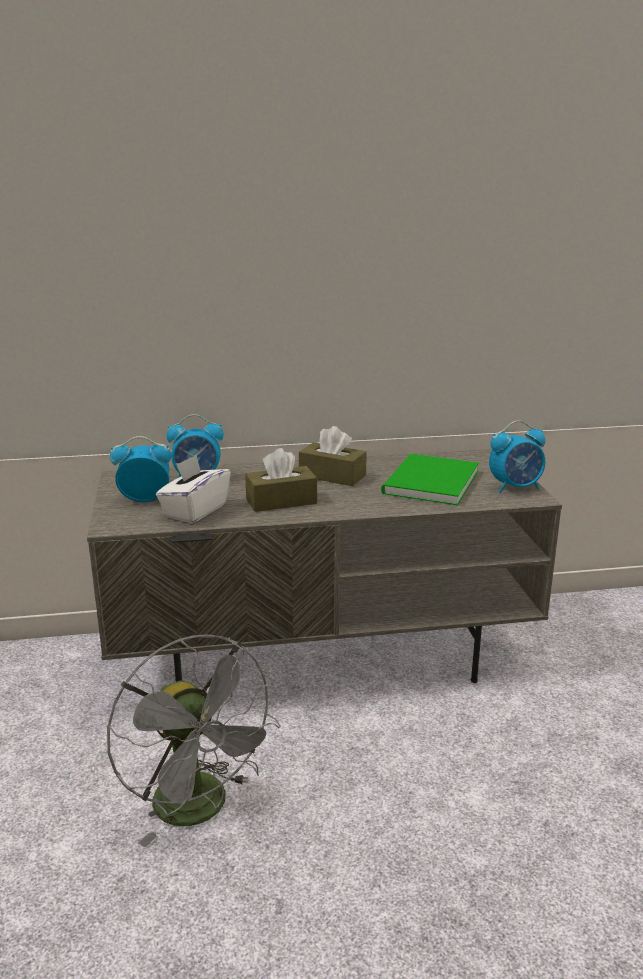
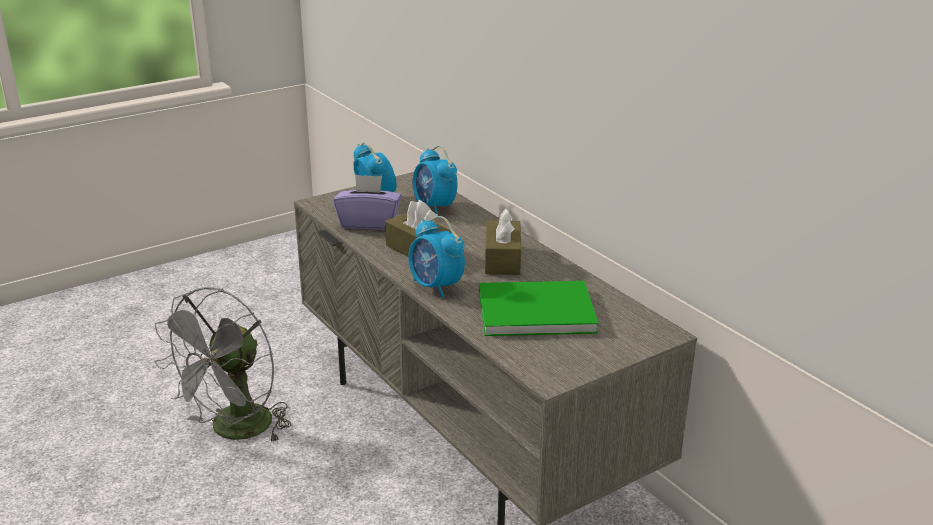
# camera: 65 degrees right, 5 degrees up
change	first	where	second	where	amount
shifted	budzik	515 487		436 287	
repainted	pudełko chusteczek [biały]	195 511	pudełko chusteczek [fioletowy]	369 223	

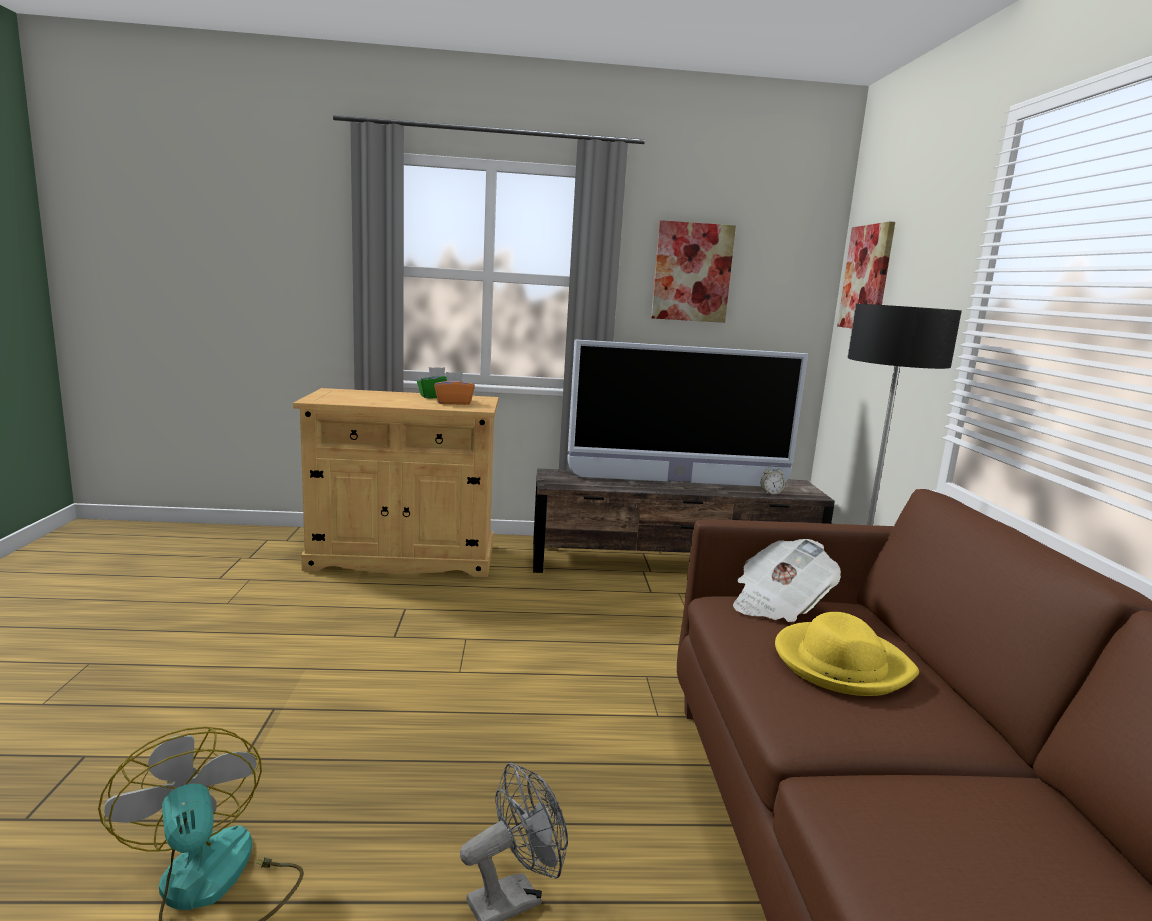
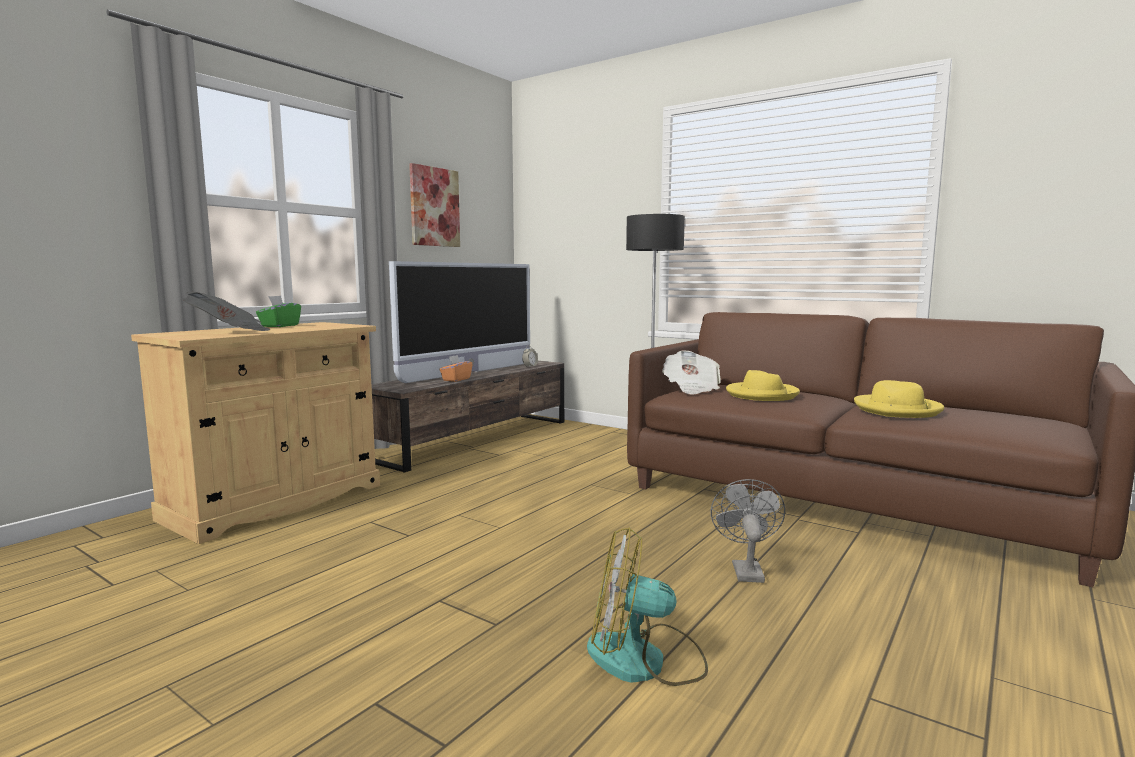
# camera: 50 degrees left, 5 degrees down
change	first	where	second	where	amount
gone	obraz	866 278			
shifted	pudełko chusteczek [pomarańczowy]	453 402		456 379	
new			gazeta	230 333	
new			kapelusz [żółty]	897 410	

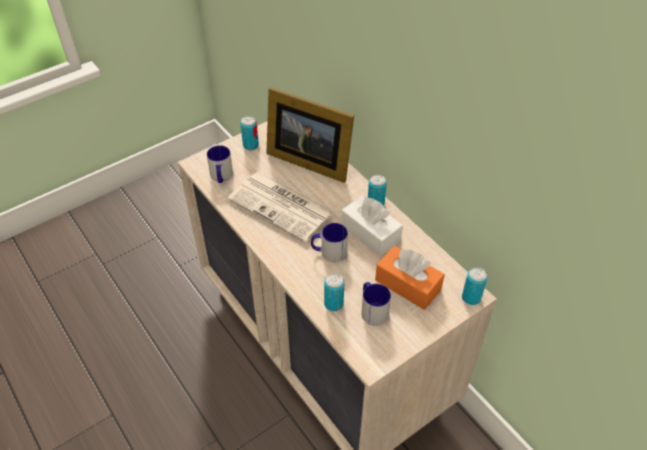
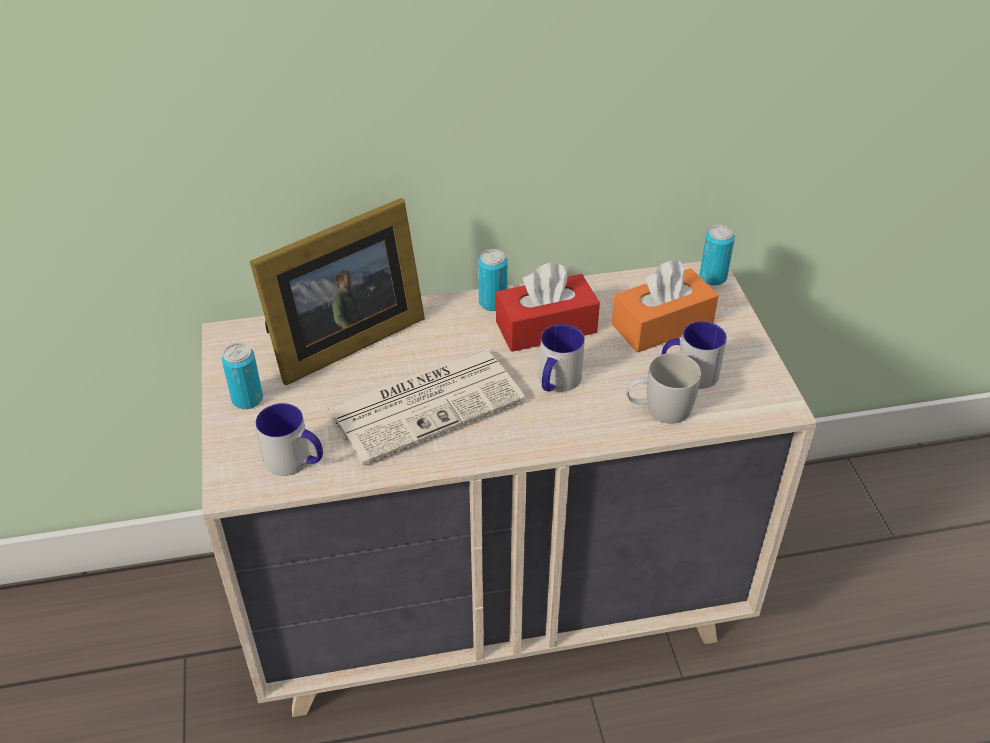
# camera: 65 degrees left, 5 degrees down
change	first	where	second	where	amount
repainted	pudełko chusteczek [biały]	370 233	pudełko chusteczek [czerwony]	546 327	
swapped	puszka	333 304	kubek [biały]	659 409	

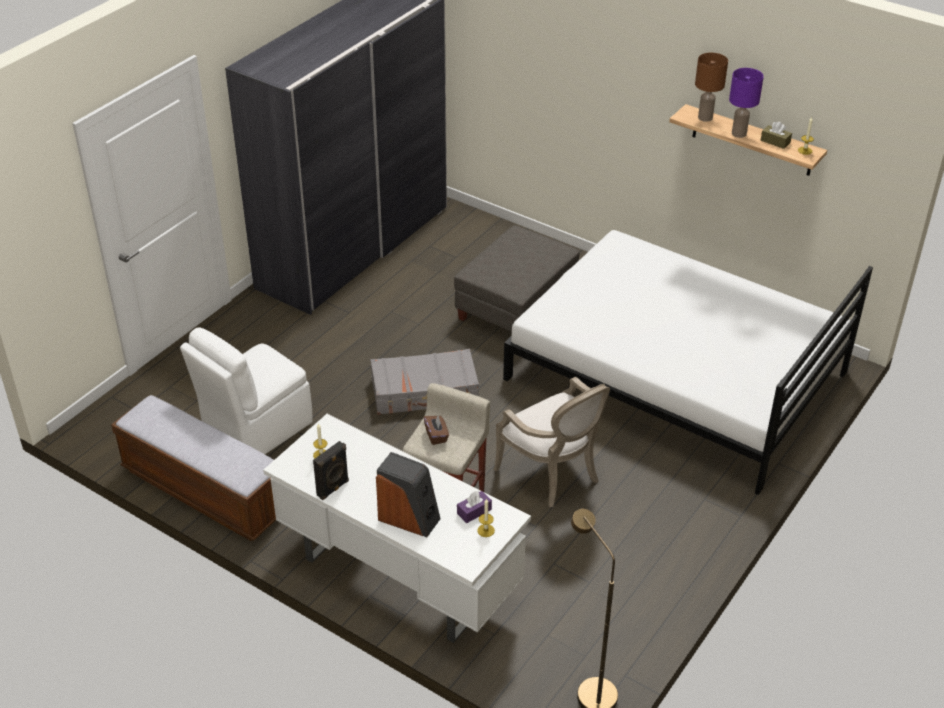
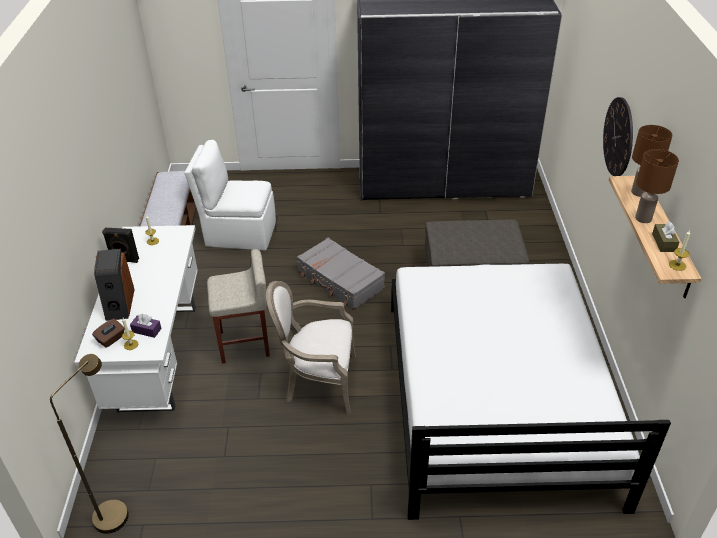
# camera: 55 degrees right, 0 degrees up
change	first	where	second	where	amount
repainted	lampa stołowa [fioletowy]	738 133	lampa stołowa [brązowy]	643 218	
rotated	fotel	553 475		318 382	75 degrees clockwise
shifted	pudełko chusteczek [brązowy]	436 436		111 339	
new			zegar ścienny	618 137	

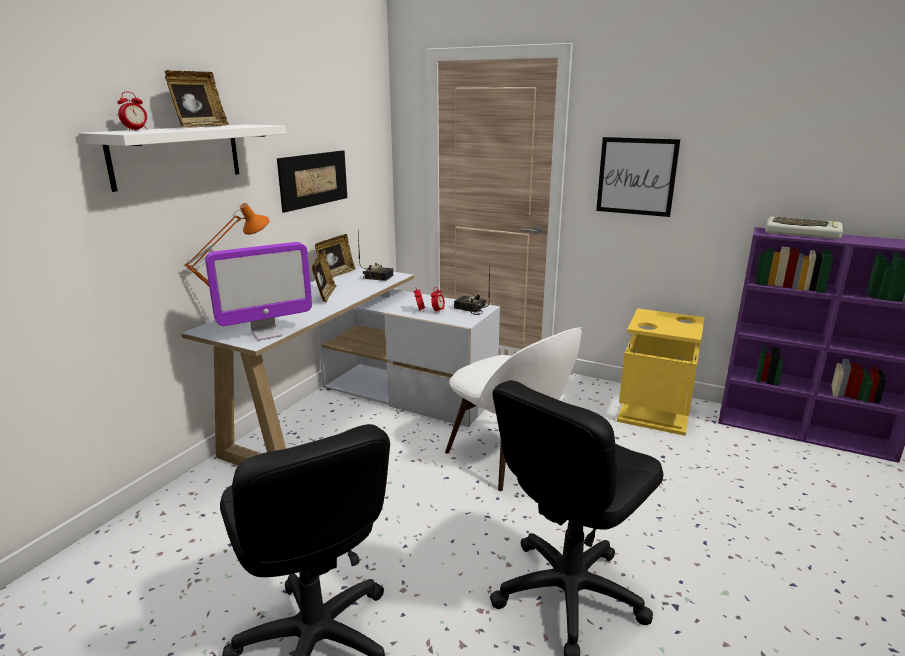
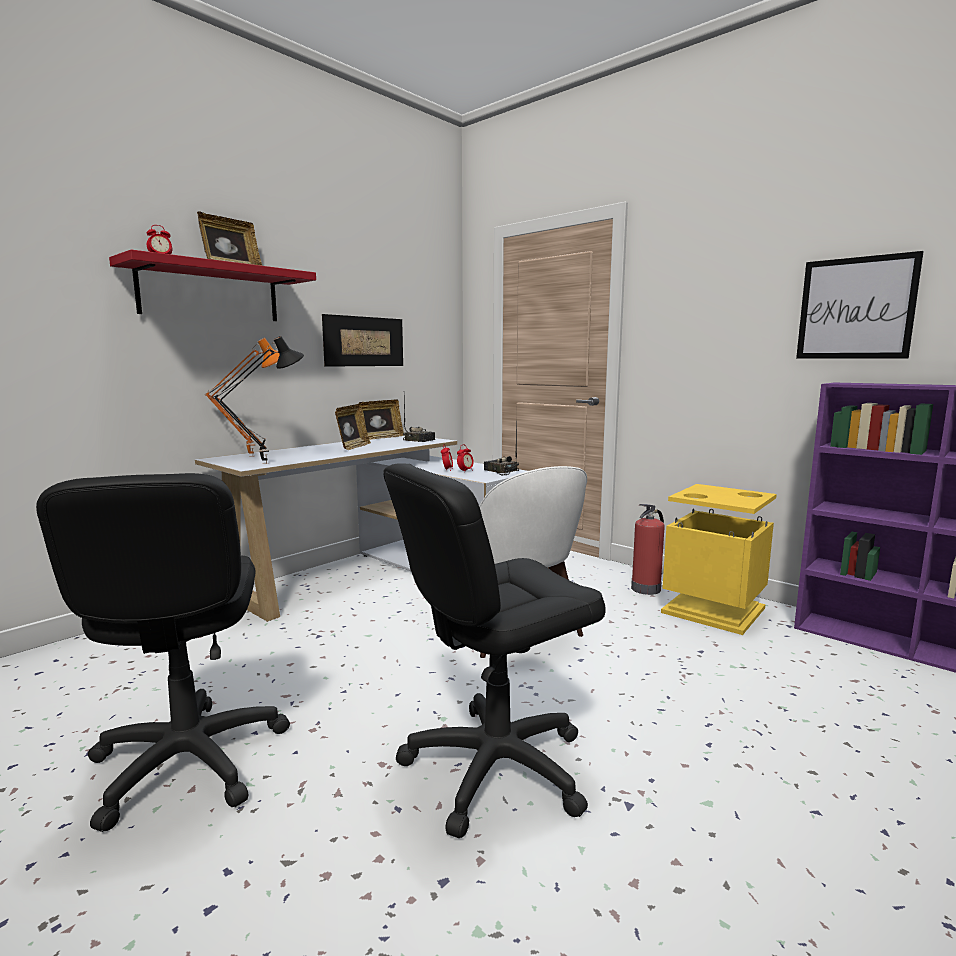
# camera: 15 degrees right, 10 degrees down
change	first	where	second	where	amount
repainted	półka [biały]	177 155	półka [czerwony]	210 293	
shifted	obraz	636 176		855 308	
gone	klawiatura	802 233			
swapped	monitor	266 334	lampa stołowa [czarny]	265 463	
new			gaśnica	646 588	

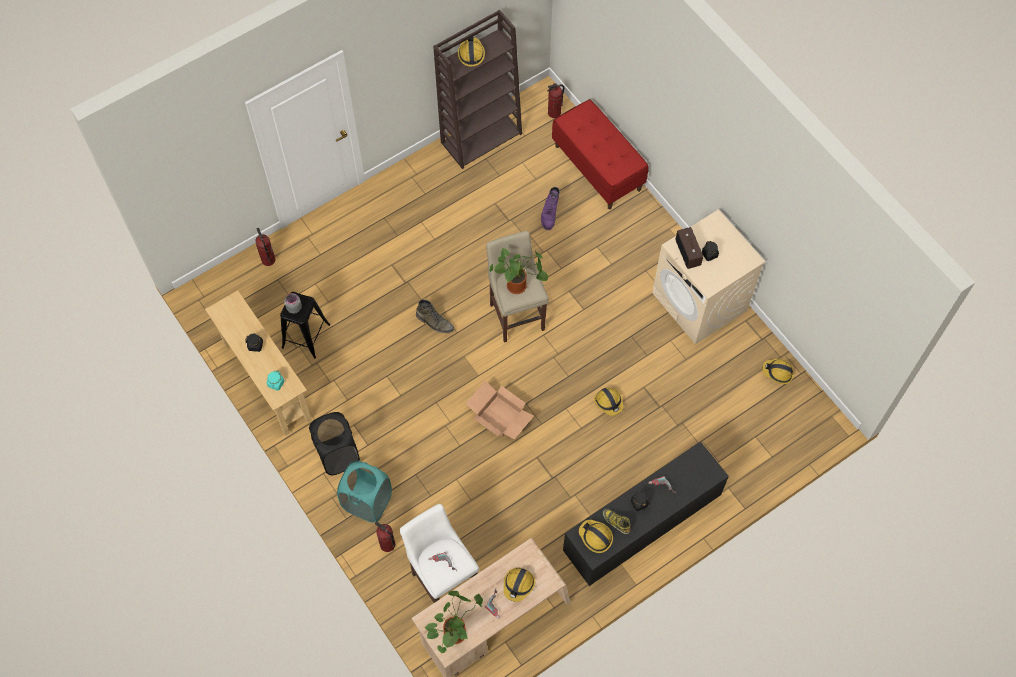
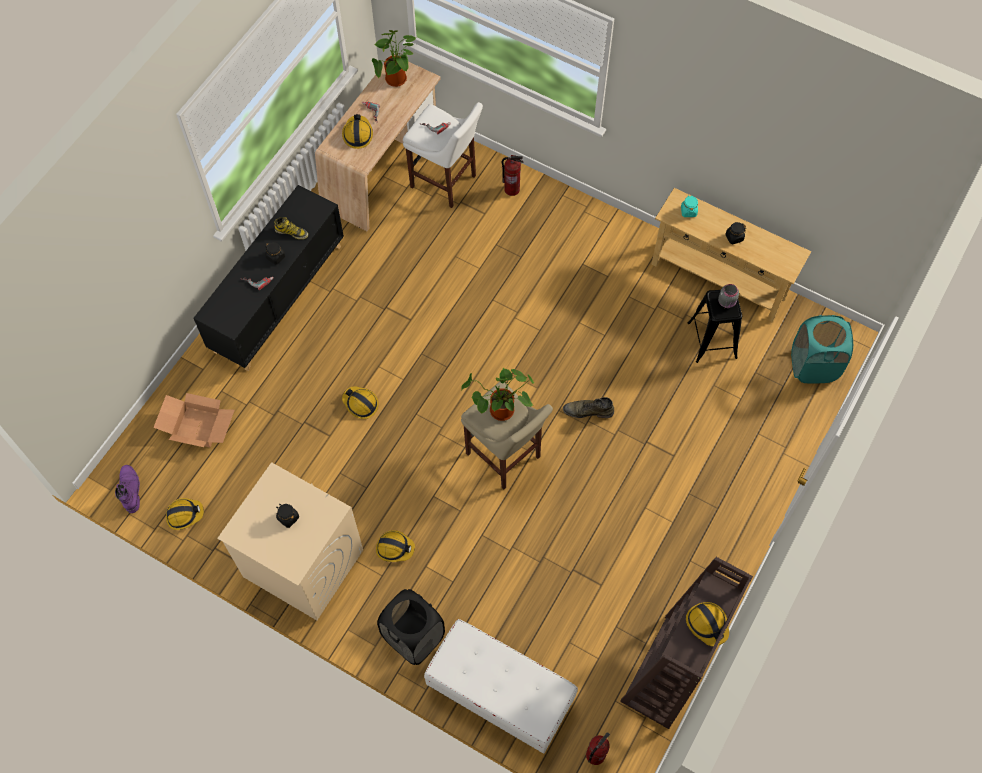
# camera: 155 degrees right, 0 degrees up
change	first	where	second	where	amount
repainted	ławka [czerwony]	598 168	ławka [biały]	500 694	
shifted	but z cholewką [fioletowy]	549 213		130 489	
gone	radio	688 252			
gone	gaśnica	268 260			
shifted	karton	500 416		197 427	
shifted	kosz na pranie [czarny]	338 455		413 637	
shifted	kosz na pranie [turkusowy]	367 502		813 366	
shifted	kask	595 537		394 548	

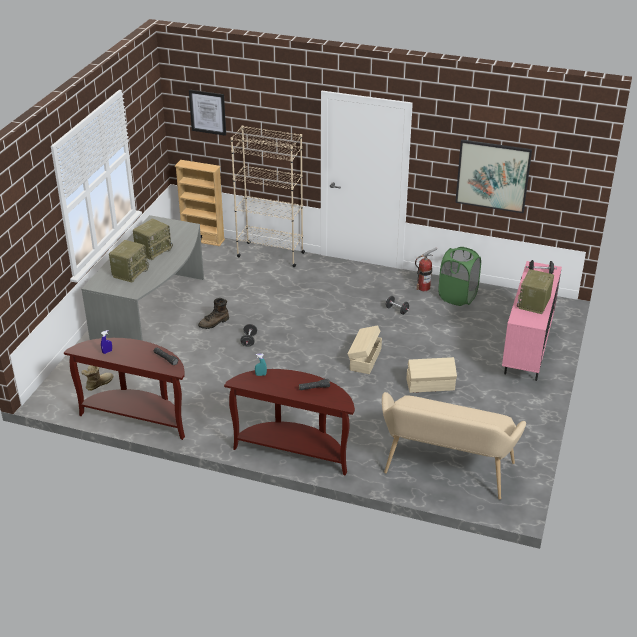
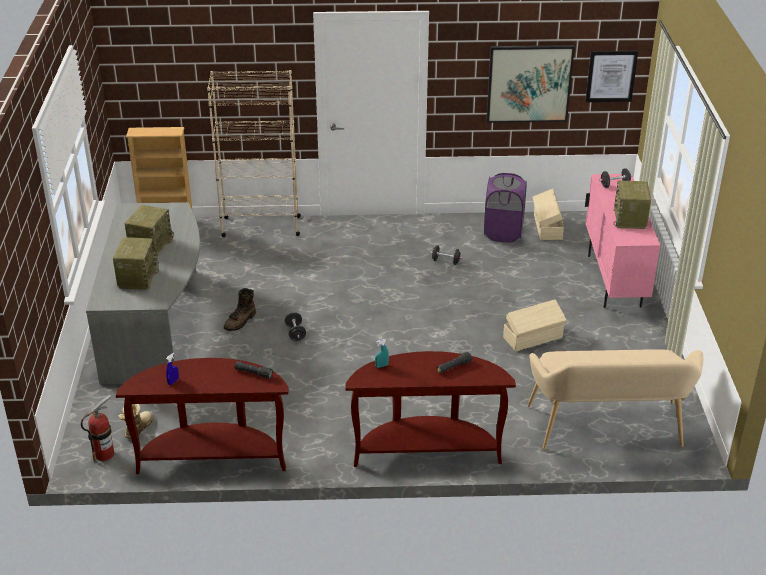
# camera: 20 degrees left, 0 degrees up
change	first	where	second	where	amount
shifted	obraz	208 112		611 76	
repainted	kosz na pranie [zielony]	457 297	kosz na pranie [fioletowy]	503 233	
shifted	gaśnica	423 287		104 454	
shifted	pojemnik do przechowywania [beżowy]	364 359		547 227	

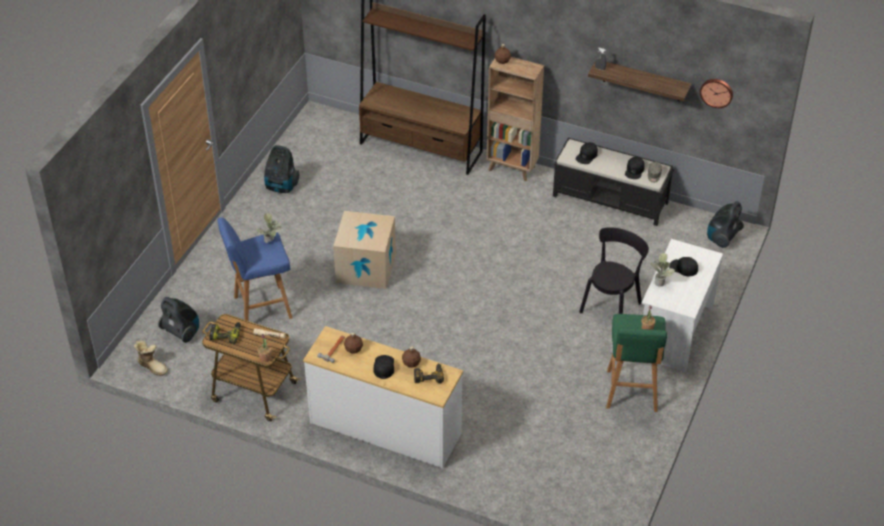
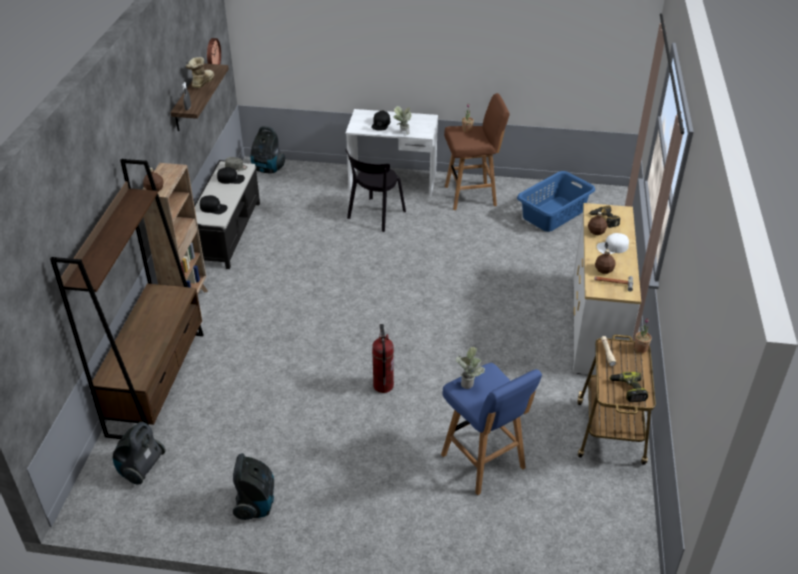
# camera: 105 degrees left, 5 degrees down
change	first	where	second	where	amount
swapped	karton	366 268	gaśnica	383 386	
rotated	krzesło [czarny]	612 305		375 216	75 degrees counterclockwise
shifted	odkurzacz	181 332		140 469	
repainted	stołek [zielony]	631 392	stołek [brązowy]	472 196	
shifted	but z cholewką	152 366		201 83	
repainted	czapka z daszkiem [czarny]	384 367	czapka z daszkiem [biały]	612 247	
new			kosz na pranie [niebieski]	552 214	

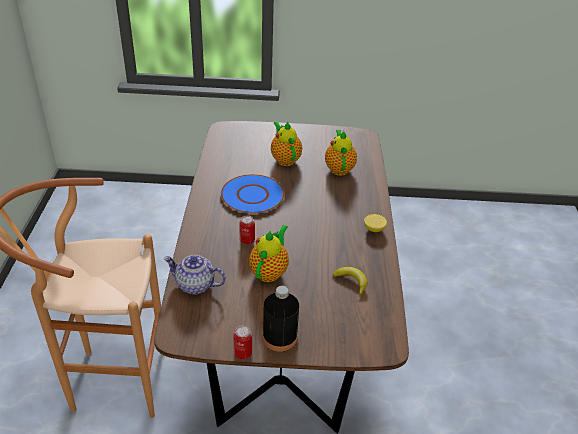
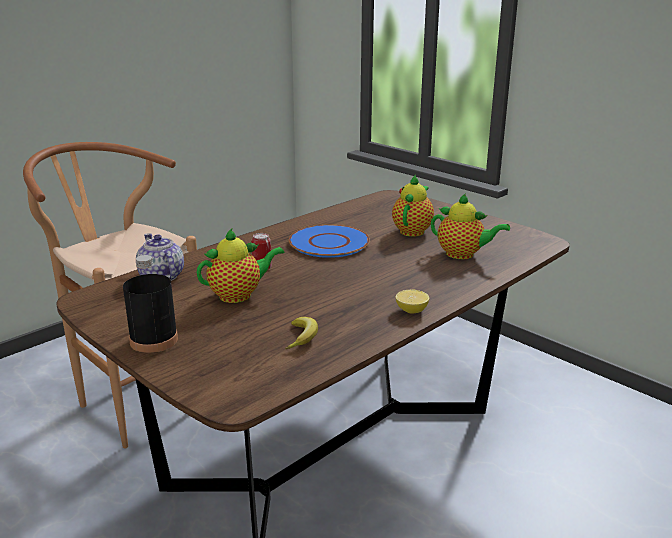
# camera: 45 degrees right, 15 degrees down
change	first	where	second	where	amount
rotated	imbryk	339 168		463 254	75 degrees clockwise
gone	puszka	243 353			

